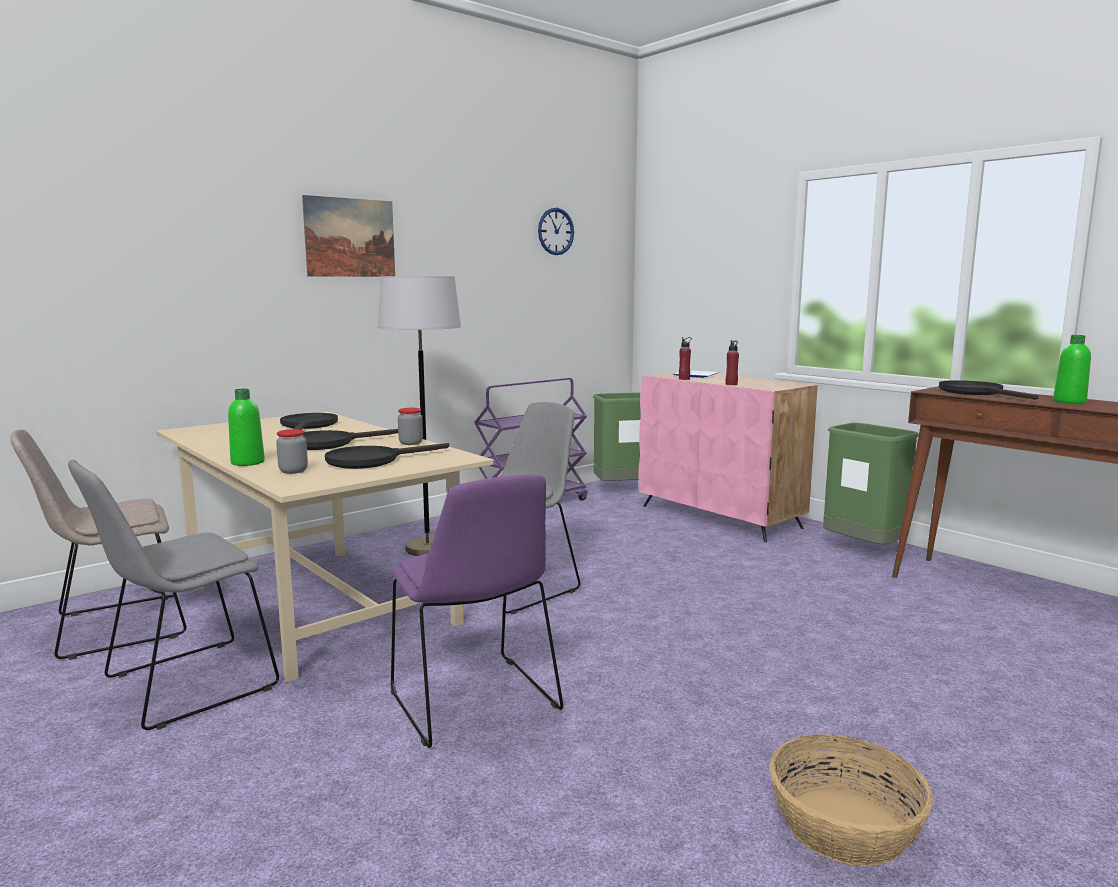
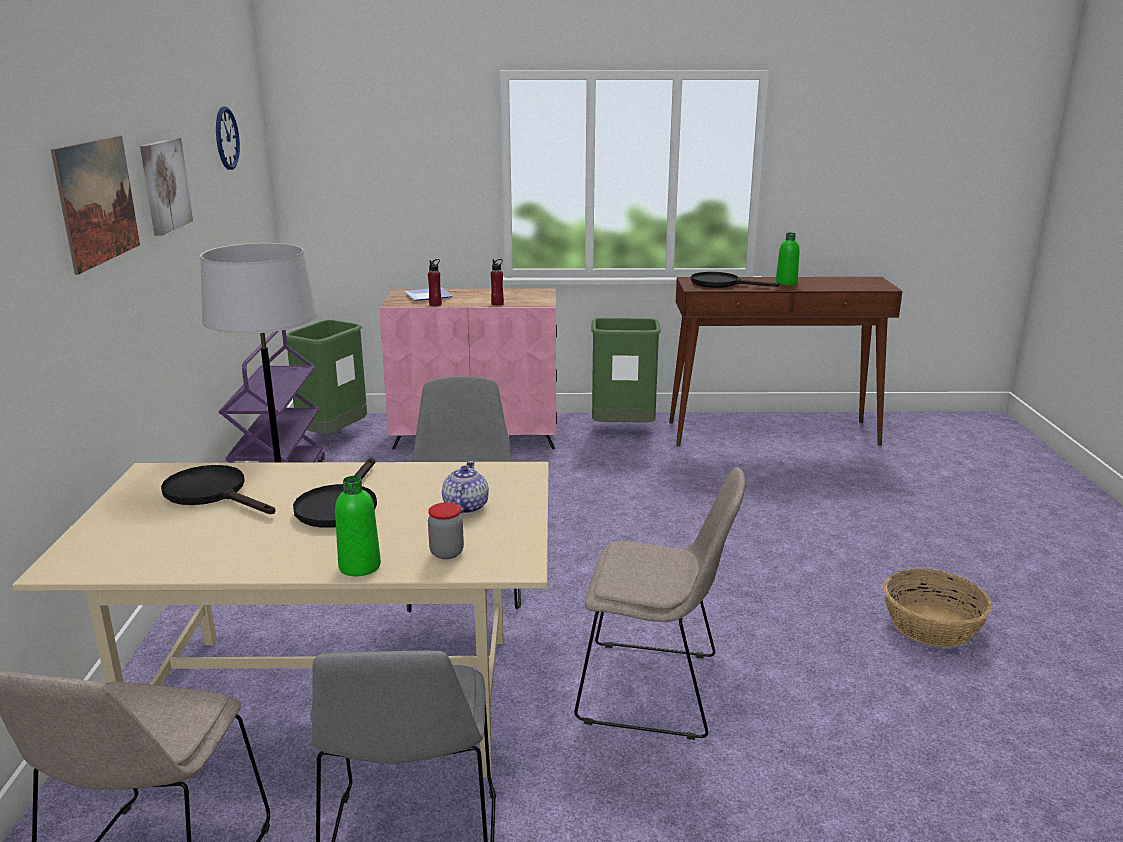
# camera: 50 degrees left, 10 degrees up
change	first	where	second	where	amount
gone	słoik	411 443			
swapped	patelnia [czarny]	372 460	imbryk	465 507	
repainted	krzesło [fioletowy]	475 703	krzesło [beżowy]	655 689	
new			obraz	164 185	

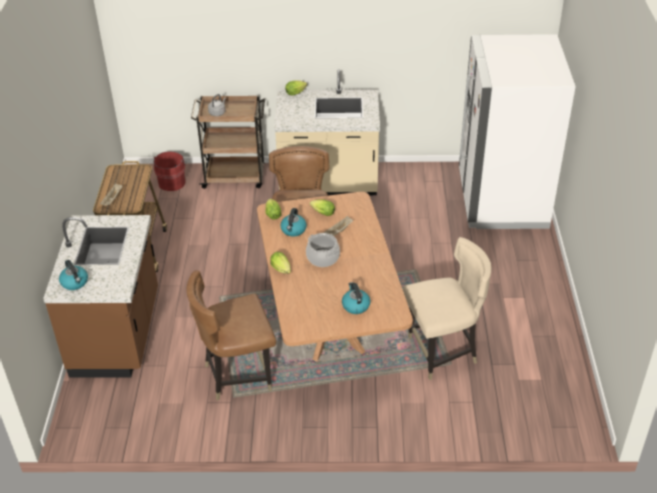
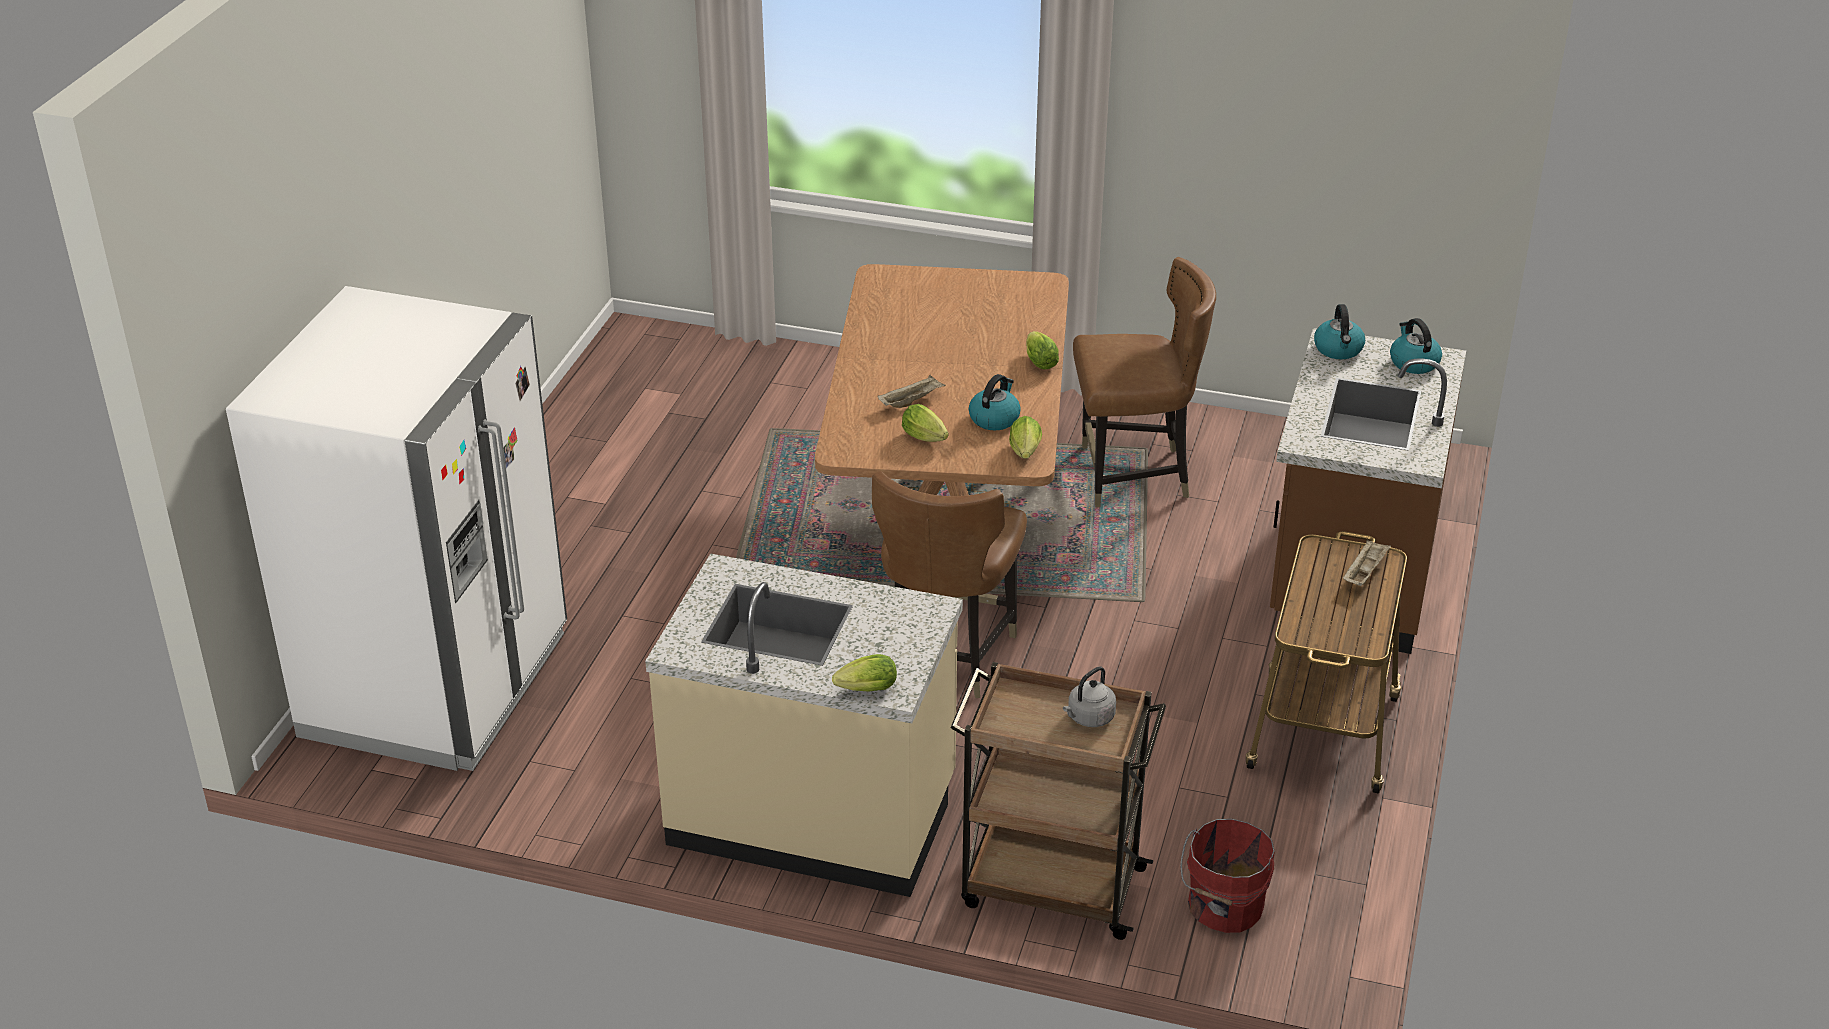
# camera: 165 degrees left, 5 degrees down
change	first	where	second	where	amount
gone	garnek	323 258			
gone	krzesło [beżowy]	442 352			
shifted	czajnik	355 305		1338 349	

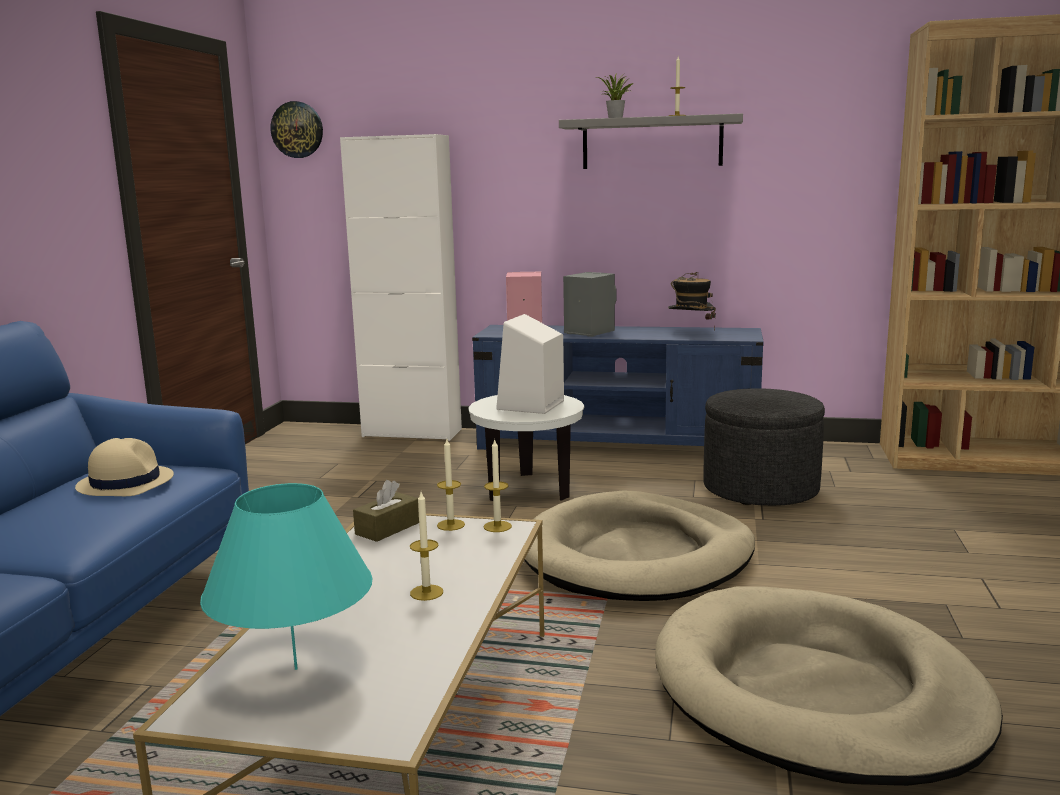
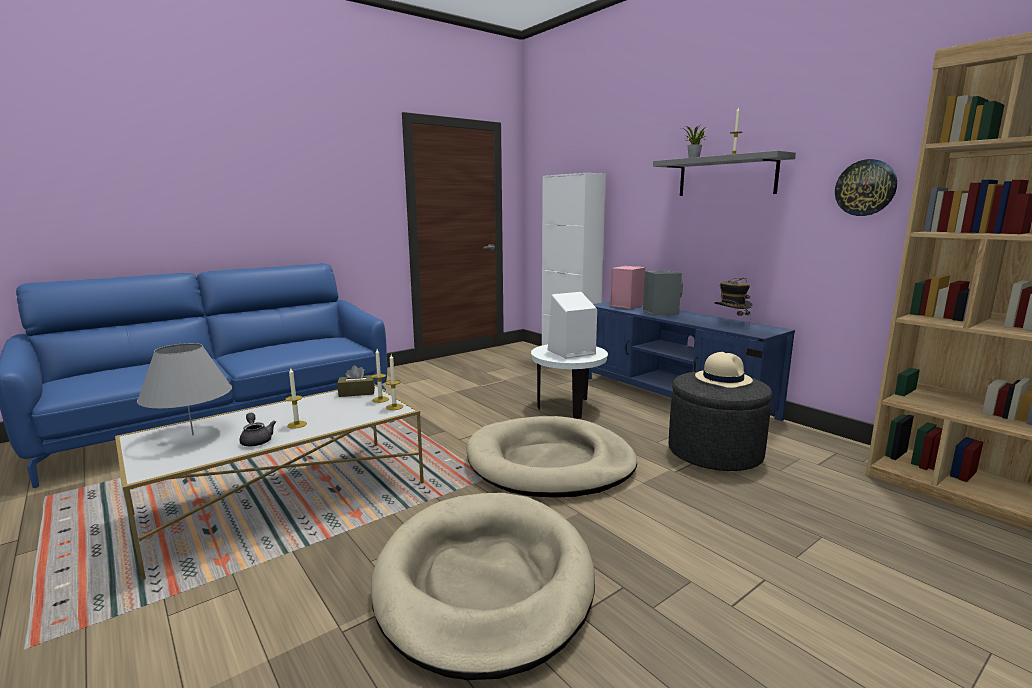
# camera: 40 degrees right, 0 degrees up
change	first	where	second	where	amount
shifted	zegar ścienny	297 129		865 188	
shifted	kapelusz [beżowy]	125 482		723 379	
repainted	lampa stołowa [turkusowy]	296 669	lampa stołowa [szary]	192 435	
new			imbryk [szary]	256 440	

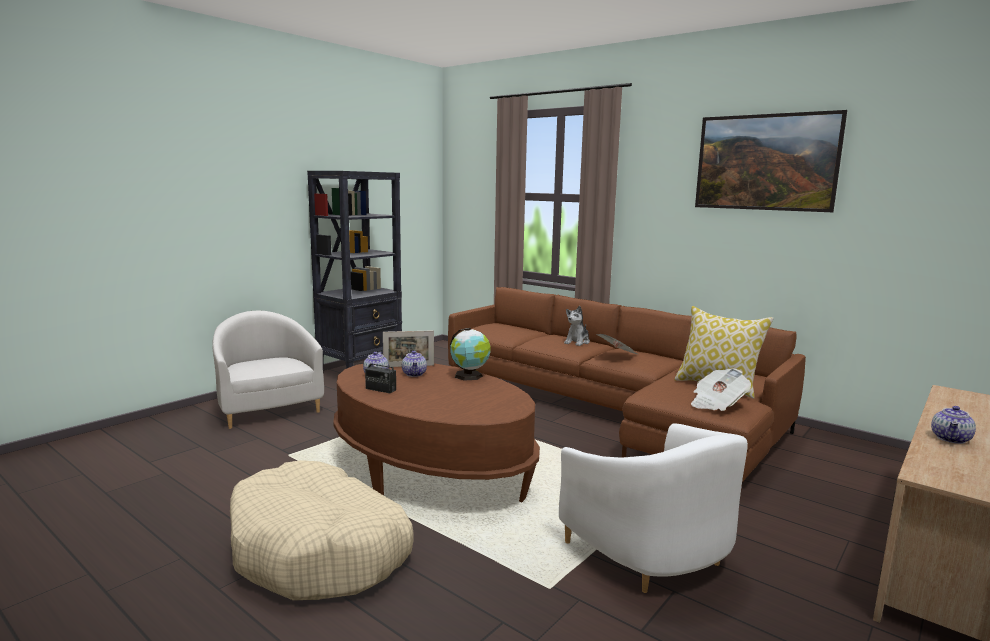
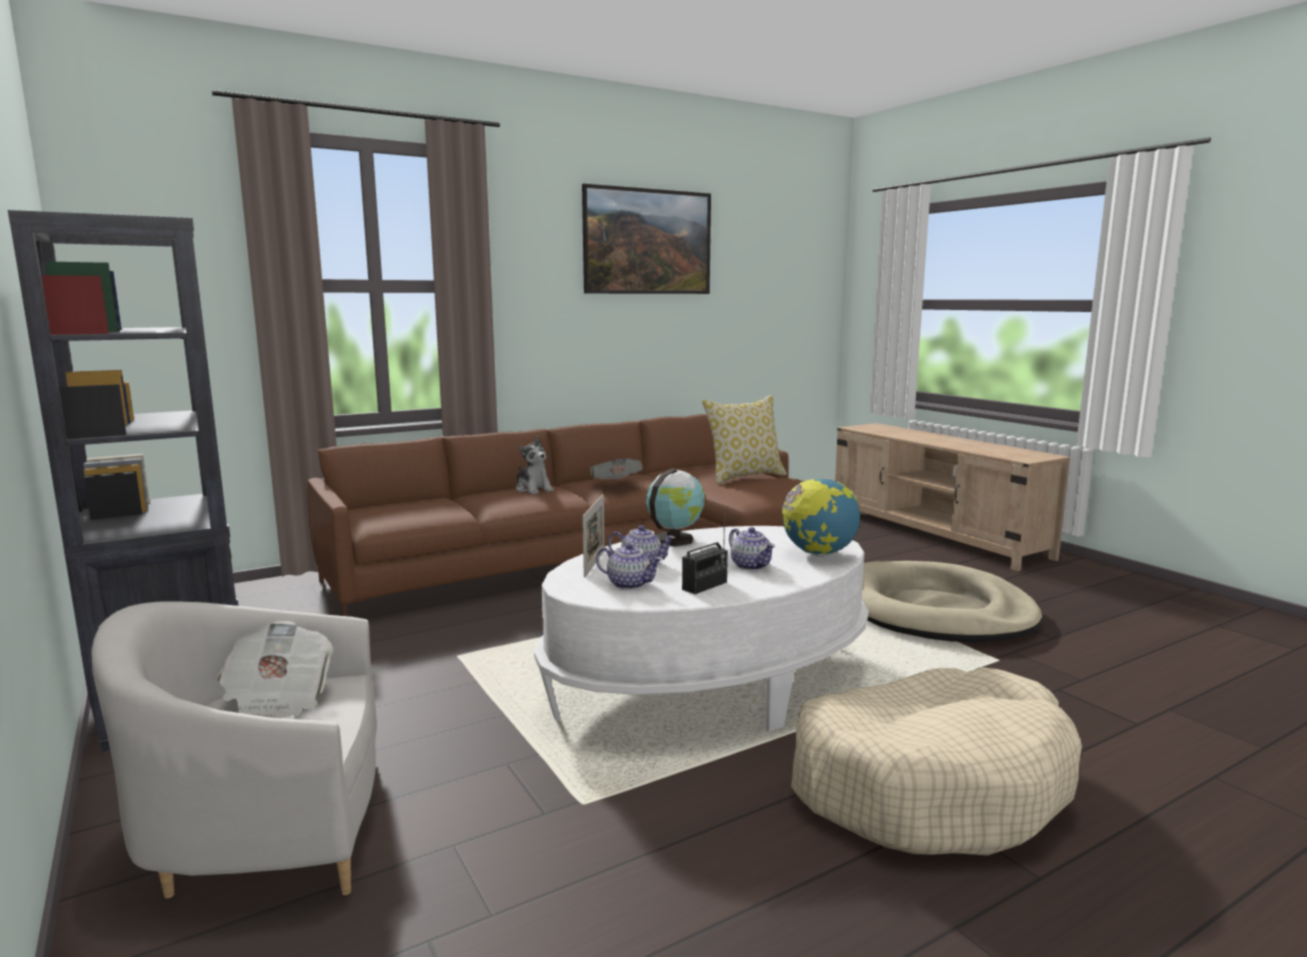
# camera: 70 degrees left, 0 degrees up
change	first	where	second	where	amount
repainted	ława [brązowy]	431 469	ława [biały]	710 683	
shifted	gazeta	717 404		277 700	
shifted	imbryk	951 439		751 566	
swapped	fotel [biały]	651 553	legowisko [beżowy]	934 610	
new			globus	818 554	

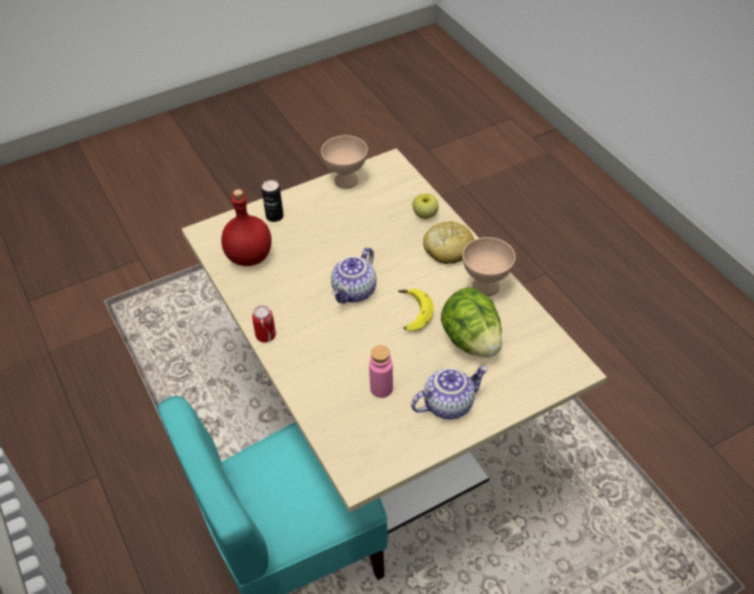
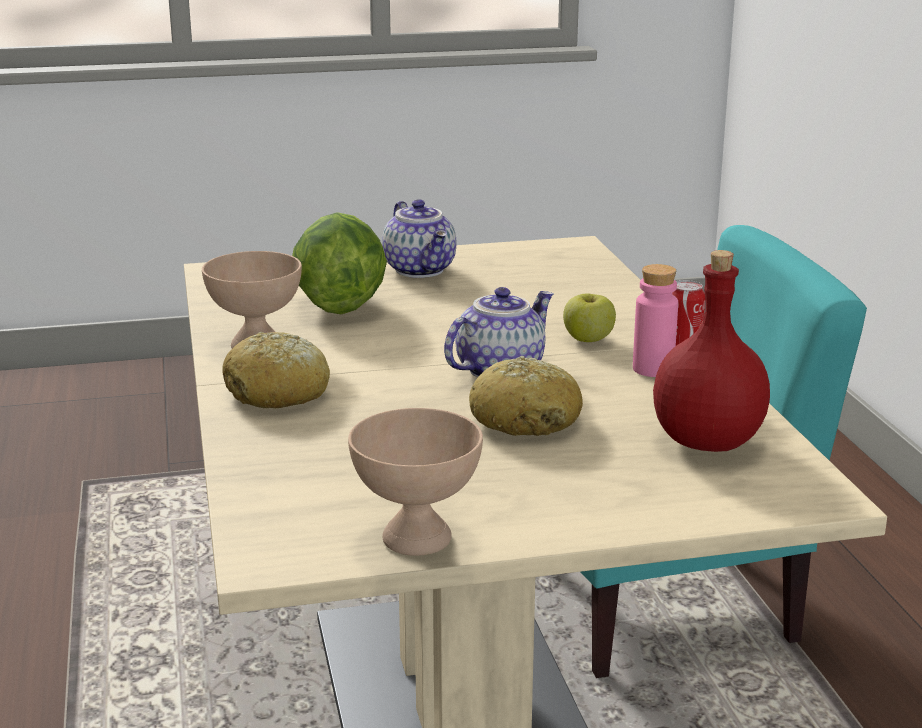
# camera: 165 degrees left, 25 degrees down
change	first	where	second	where	amount
gone	puszka	274 216			
shifted	jabłko	425 215		588 339	
gone	banan	411 314			
shifted	butelka [różowy]	381 388		653 369	
rotated	imbryk	448 404		421 270	105 degrees counterclockwise
new			chleb	526 419	

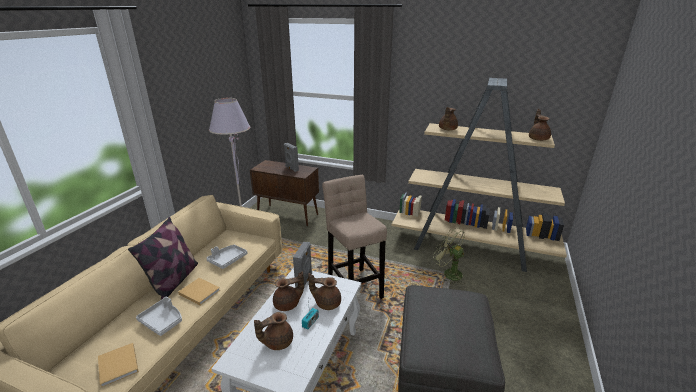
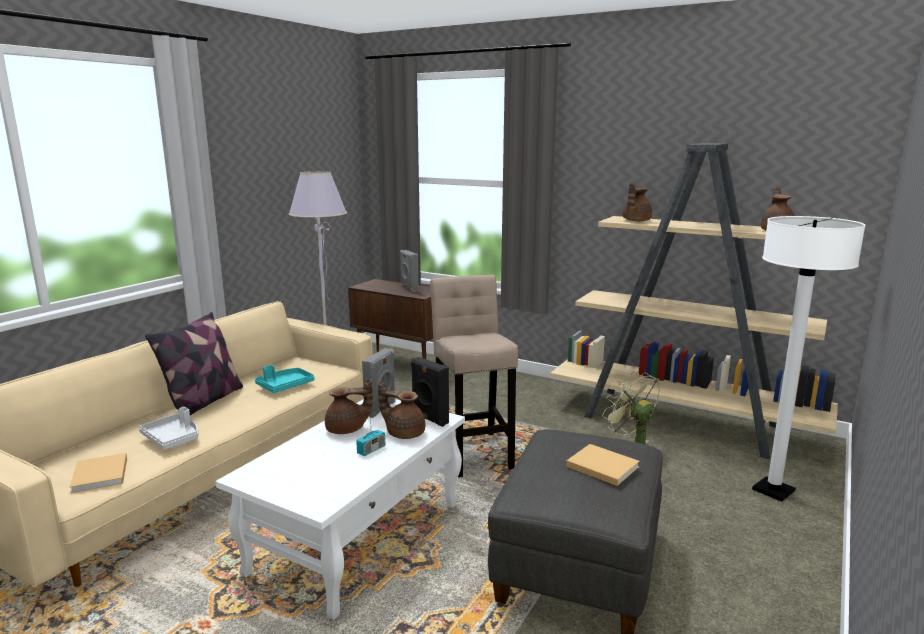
# camera: 10 degrees right, 10 degrees down
change	first	where	second	where	amount
repainted	taca [szary]	227 260	taca [turkusowy]	285 386	
shifted	książka [beżowy]	198 292		600 466	
gone	imbryk [brązowy]	277 342			
new			lampa stojąca [biały]	773 490	
new			głośnik [czarny]	429 419	

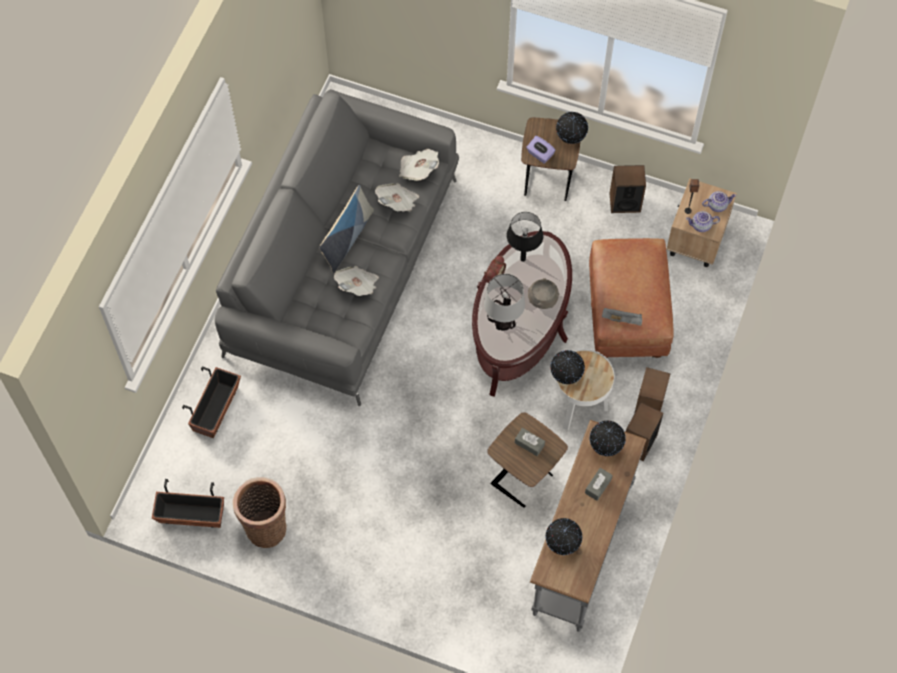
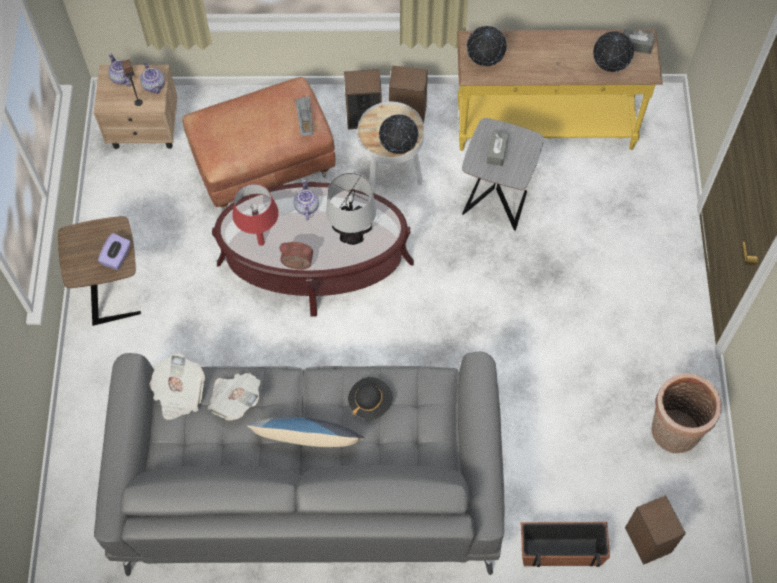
# camera: 110 degrees left, 0 degrees up
change	first	where	second	where	amount
gone	globus	570 139			
shifted	głośnik	624 202		647 540	
repainted	lampa stołowa [czarny]	523 259	lampa stołowa [czerwony]	261 242	
swapped	gazeta	358 286	kapelusz [czarny]	370 402	
swapped	miska [szary]	542 299	imbryk	306 207	
repainted	stolik [brązowy]	524 479	stolik [szary]	495 201	
repainted	stolik konsolowy [szary]	581 549	stolik konsolowy [żółty]	545 130	
shifted	pudełko chusteczek [szary]	598 486		636 45	
gone	donica	191 515			

